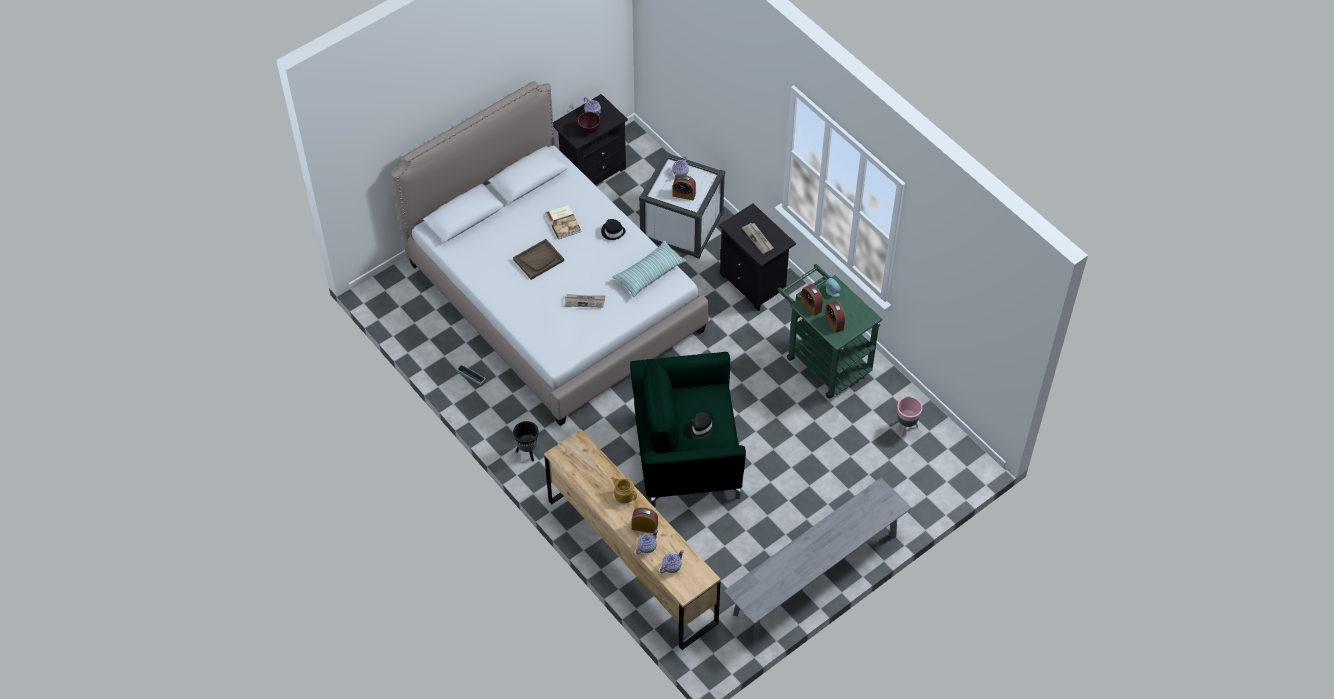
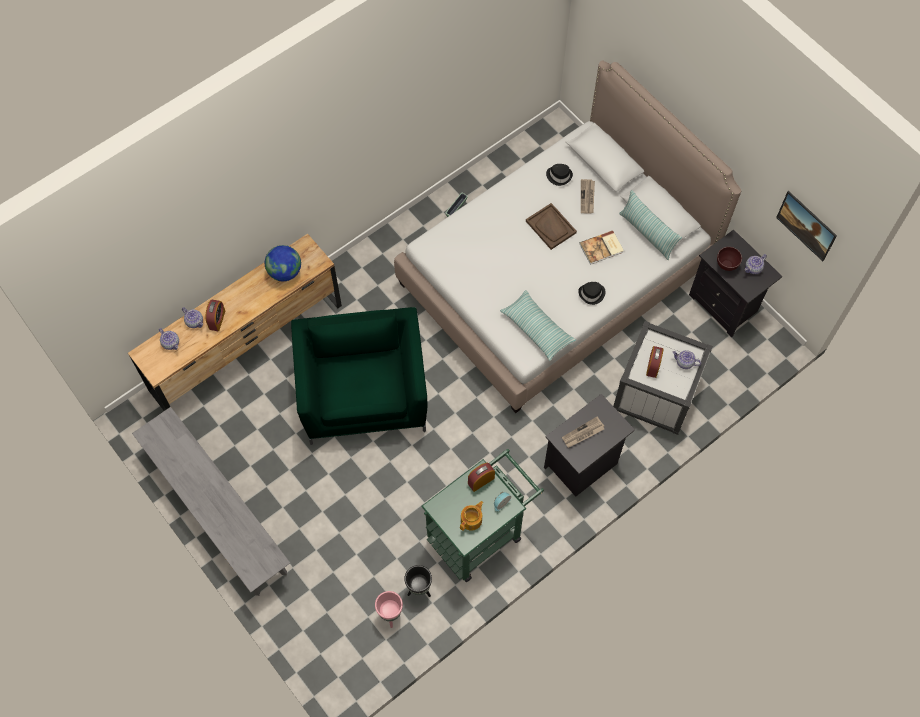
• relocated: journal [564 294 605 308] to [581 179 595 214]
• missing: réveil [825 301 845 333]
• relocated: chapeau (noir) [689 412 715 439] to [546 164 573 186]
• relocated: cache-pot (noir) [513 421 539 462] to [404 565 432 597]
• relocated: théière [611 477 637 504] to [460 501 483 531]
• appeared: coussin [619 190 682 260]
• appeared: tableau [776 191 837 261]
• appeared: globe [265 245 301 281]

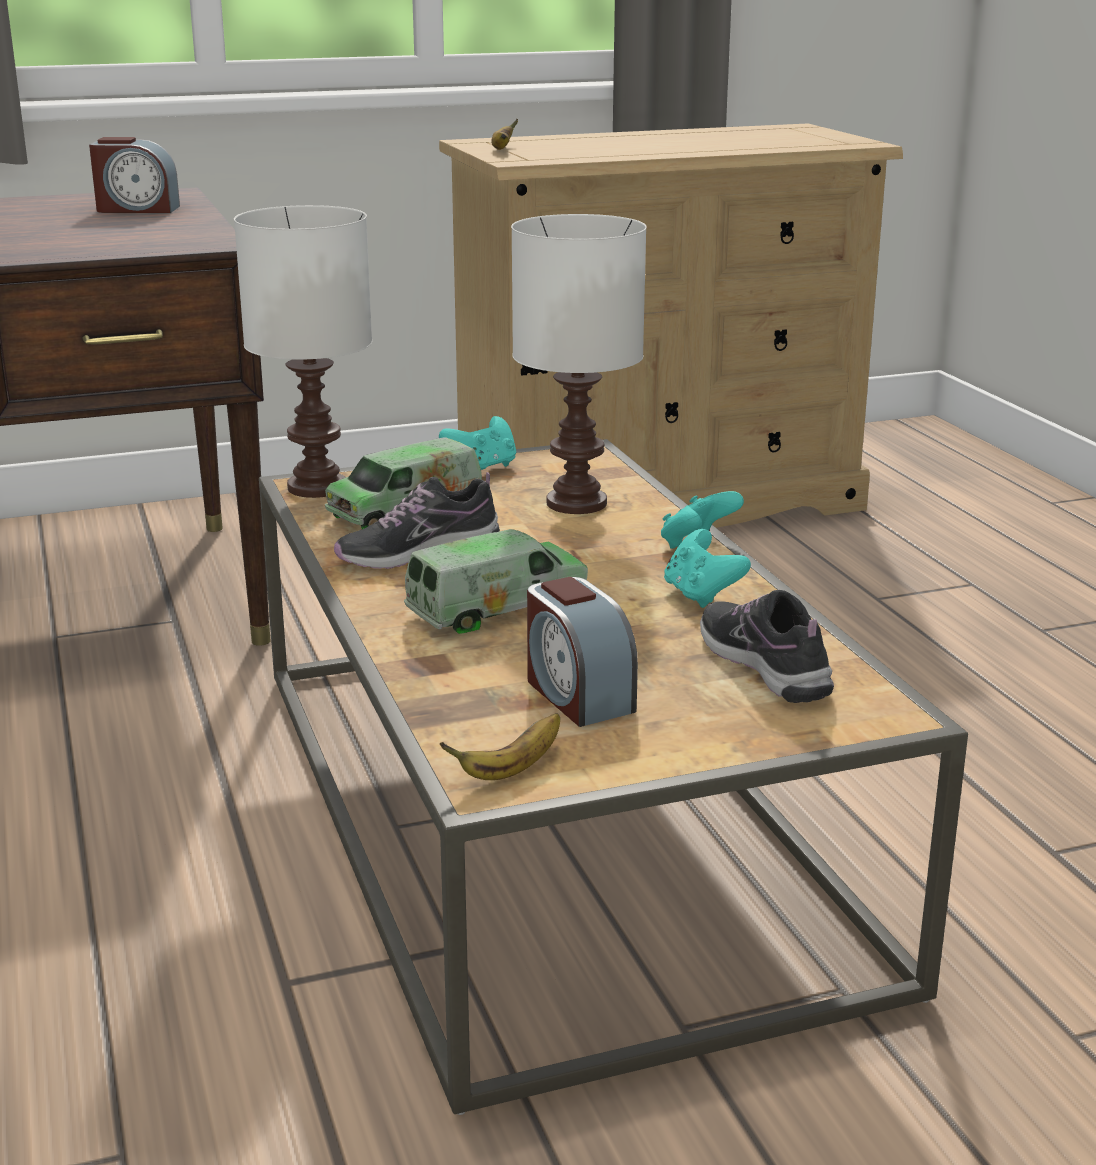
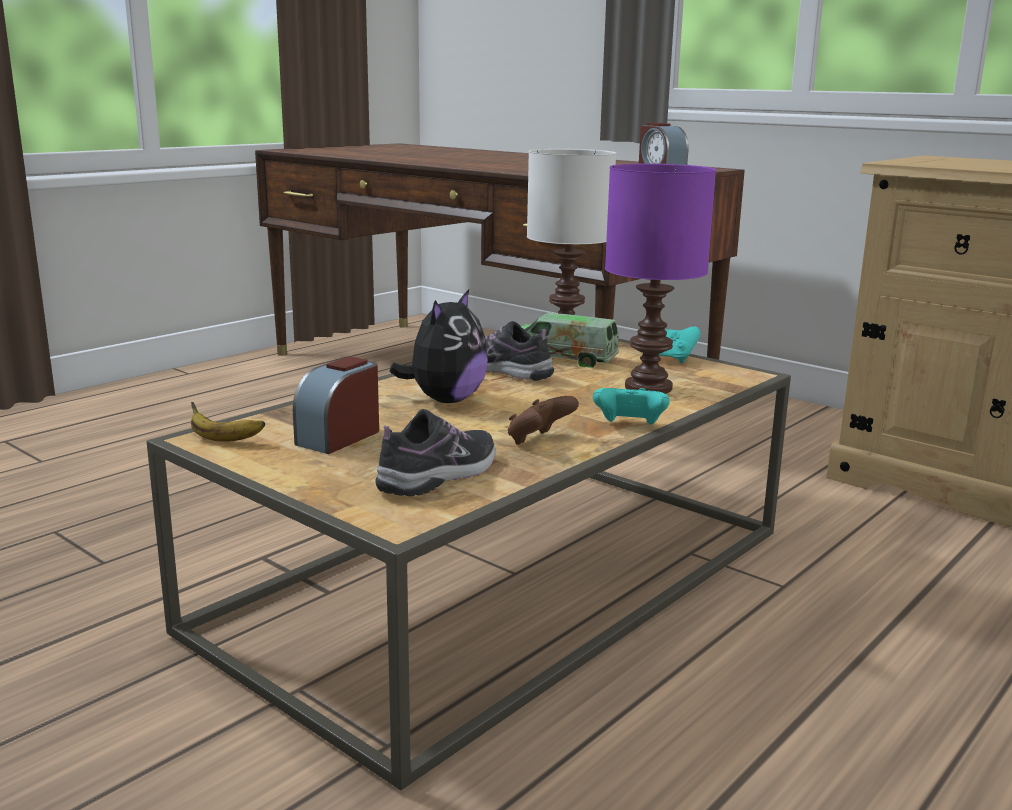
• missing: banane [491 119 518 150]
• colour: lampe de table (blanc) [511 214 647 514] to lampe de table (violet) [605 164 716 394]
• exchanged: camion jouet [404 529 588 634] to peluche [389 289 488 403]
• colour: manette (turquoise) [664 529 751 608] to manette (marron) [508 396 579 445]

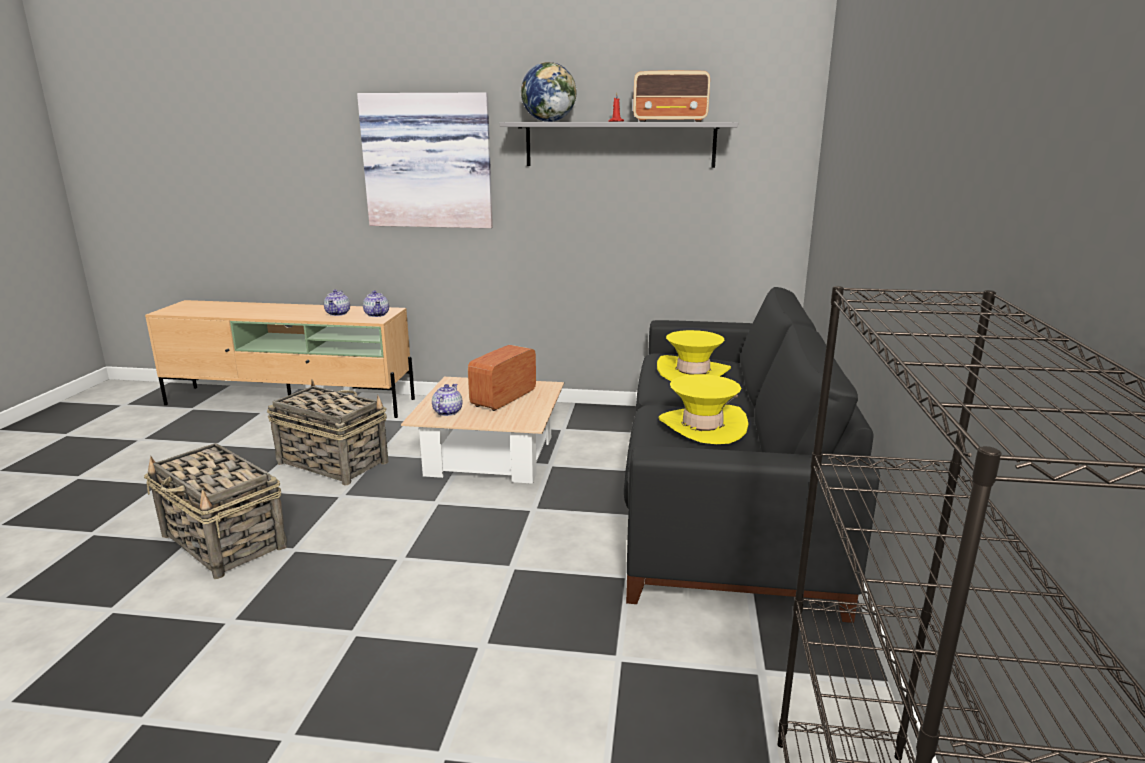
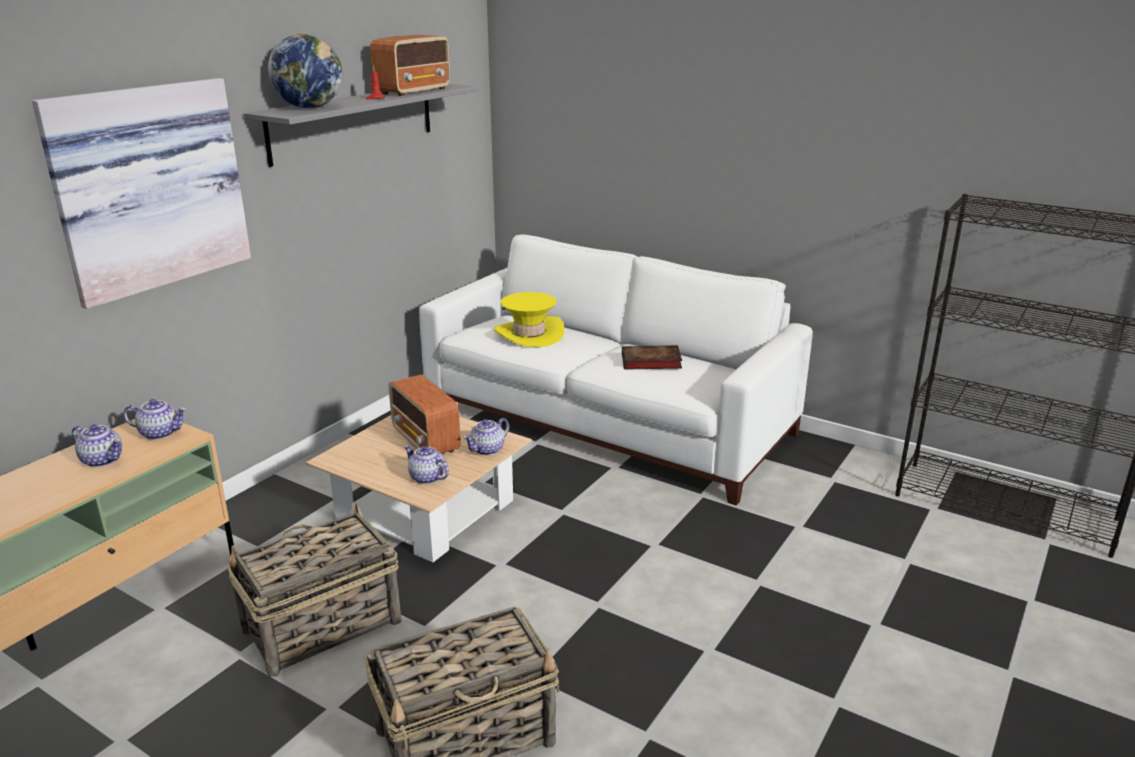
• colour: canapé (noir) [624 287 880 623] to canapé (blanc) [419 234 813 506]
• exchanged: chapeau (jaune) [659 374 748 444] to livre [622 345 682 370]
• appeared: théière [463 418 509 455]

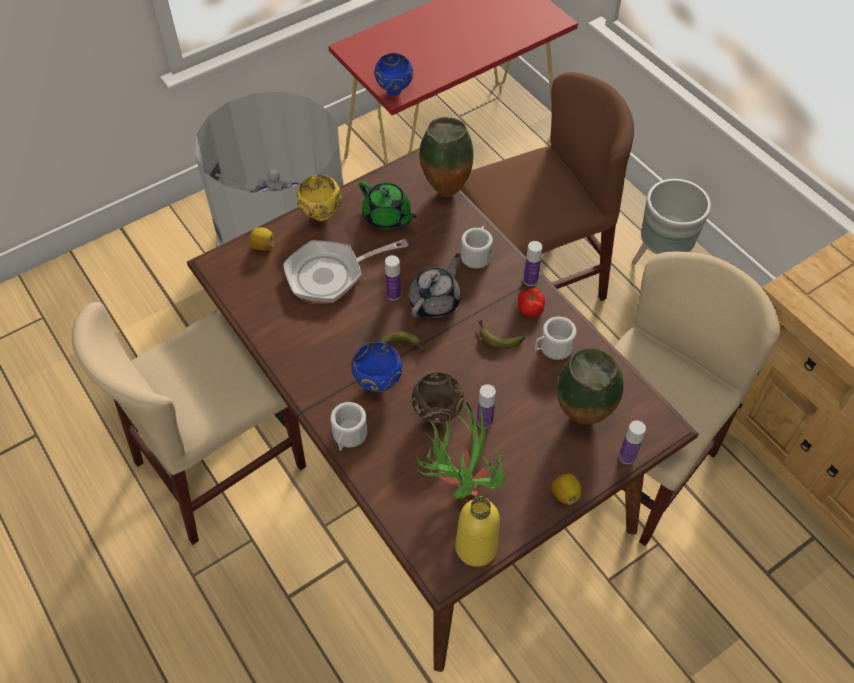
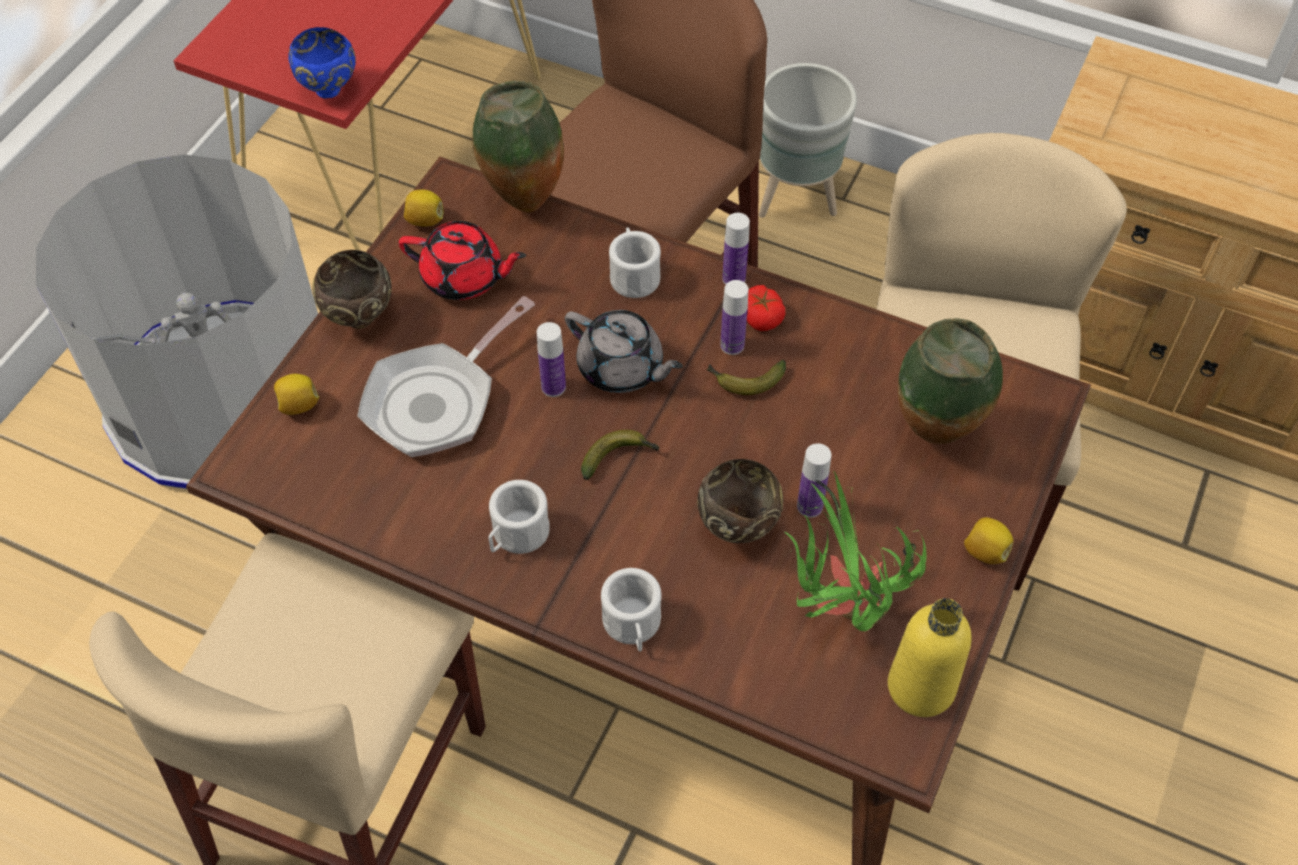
• colour: bol (jaune) [296 175 342 221] to bol (marron) [312 250 392 329]
• colour: théière (vert) [359 181 417 230] to théière (rouge) [399 221 526 300]
• spun: théière (gris) [409 253 461 318] = [565 310 683 393] 120 degrees clockwise
• relocated: mug (blanc) [535 316 577 360] to [488 480 550 554]
• missing: bol (bleu) [351 342 402 392]
• relocated: bouteille [619 420 646 464] to [720 280 749 355]
• appeared: citron [404 189 443 226]

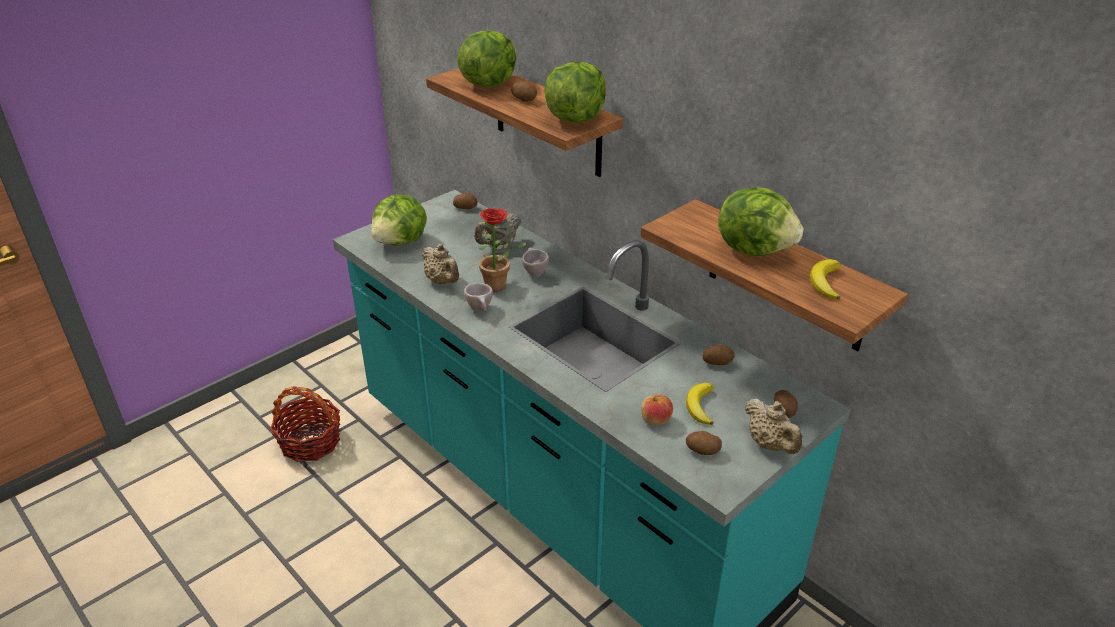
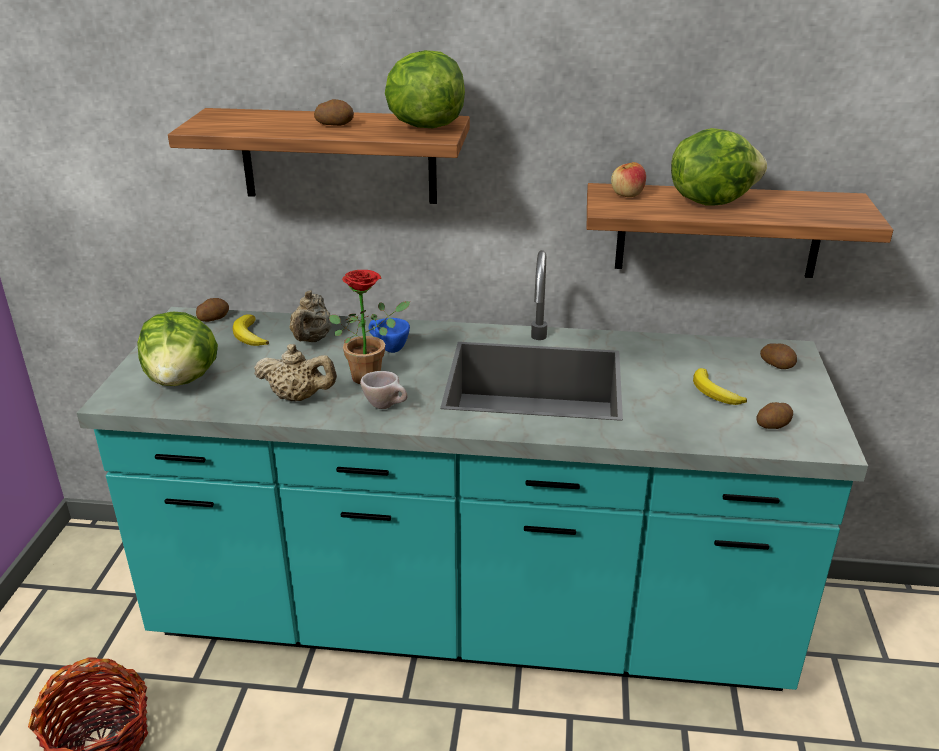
• missing: laitue [457 31 516 87]
• colour: tasse (beige) [522 247 549 277] to tasse (bleu) [369 318 410 353]
• relocated: banane [810 259 841 300] to [233 315 269 346]
• missing: pomme de terre [702 344 735 365]
• relocated: pomme [641 394 673 426] to [611 162 646 197]
• missing: théière (beige) [745 398 802 454]

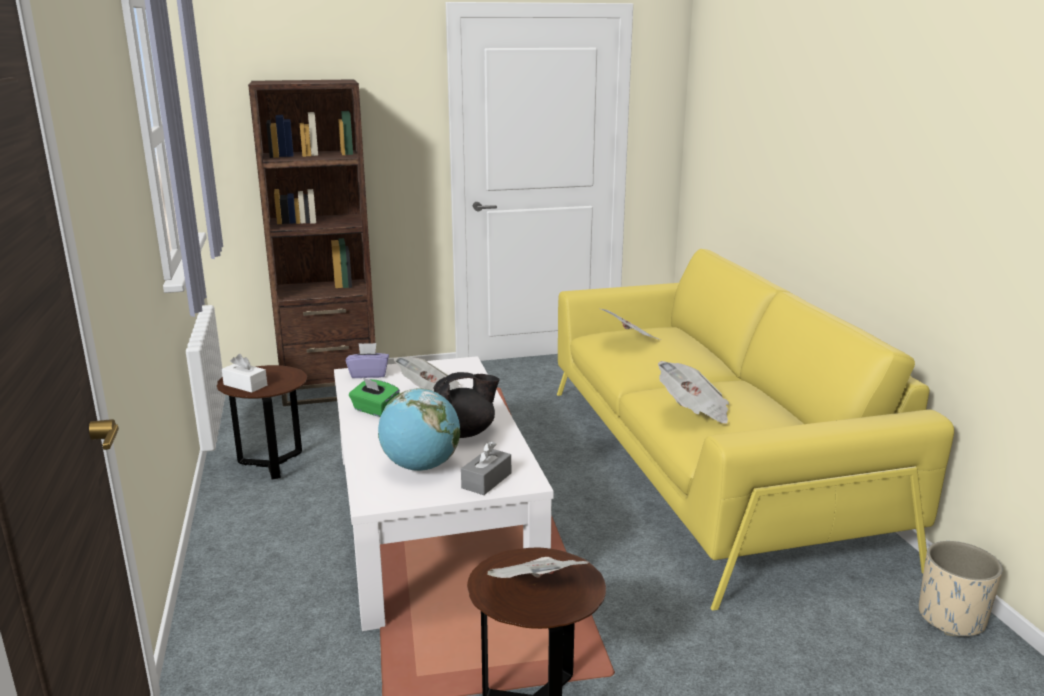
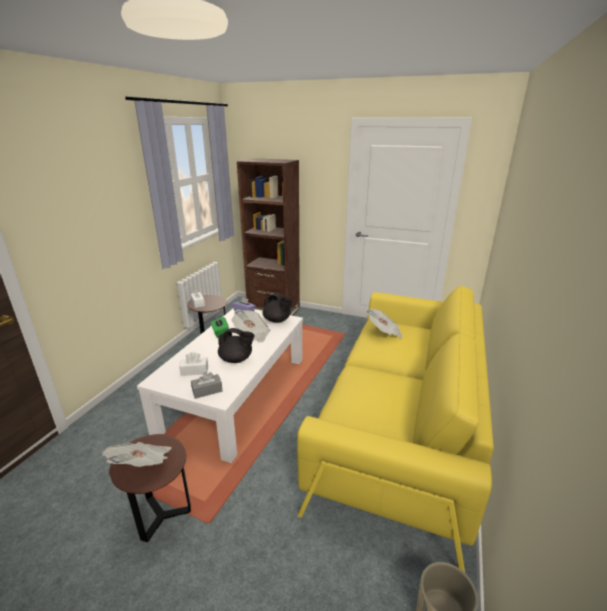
• missing: journal [658 361 729 424]
• exchanged: globe [378 388 460 471] to boîte à mouchoirs (blanc) [179 352 208 376]
• appeared: théière (noir) [263 293 292 323]

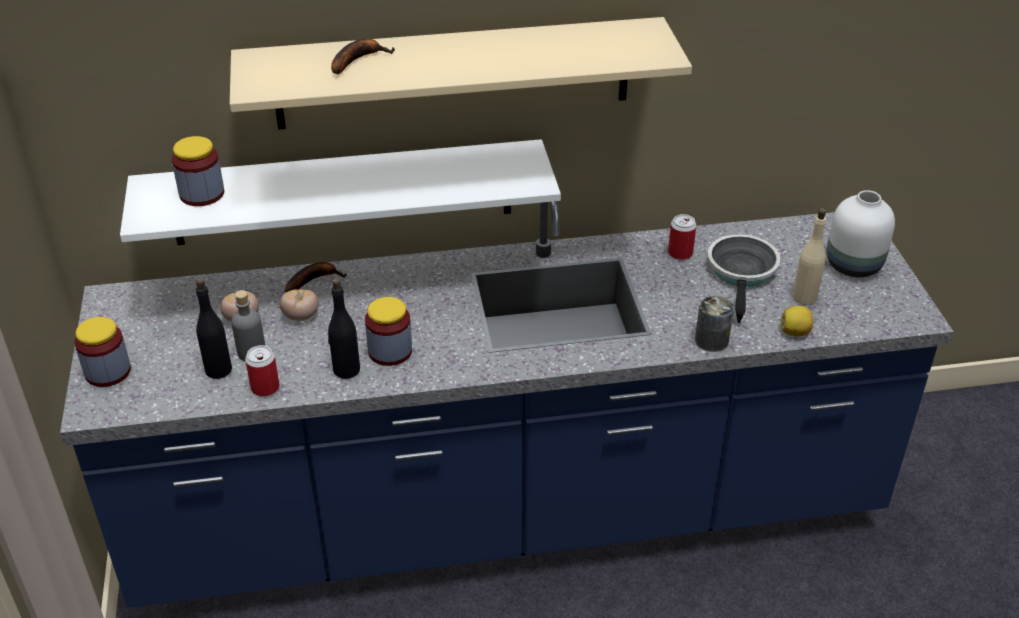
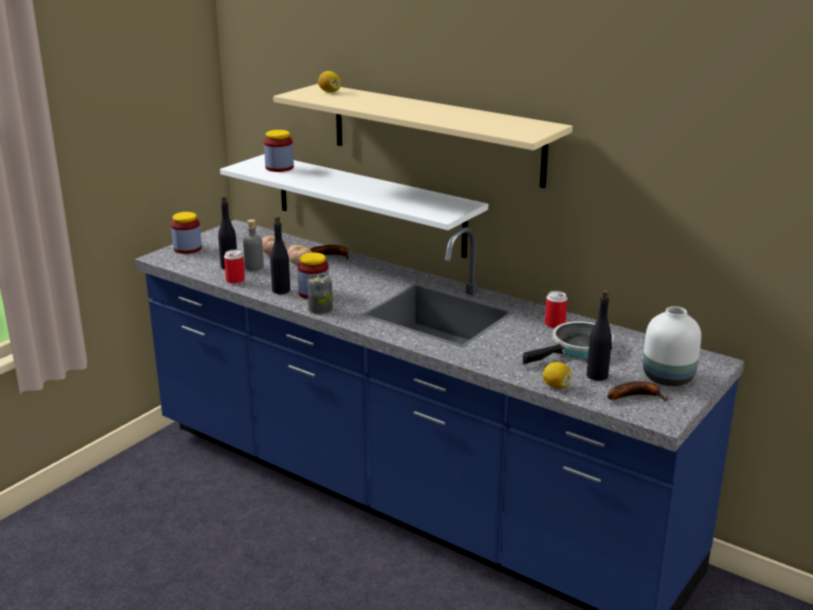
• relocated: banane [331 39 395 74] to [607 381 668 402]
• colour: bouteille (beige) [792 208 826 305] to bouteille (noir) [587 290 612 381]
• relocated: boîte métallique [695 295 734 352] to [307 274 333 314]
• appeared: citron [318 71 341 92]

